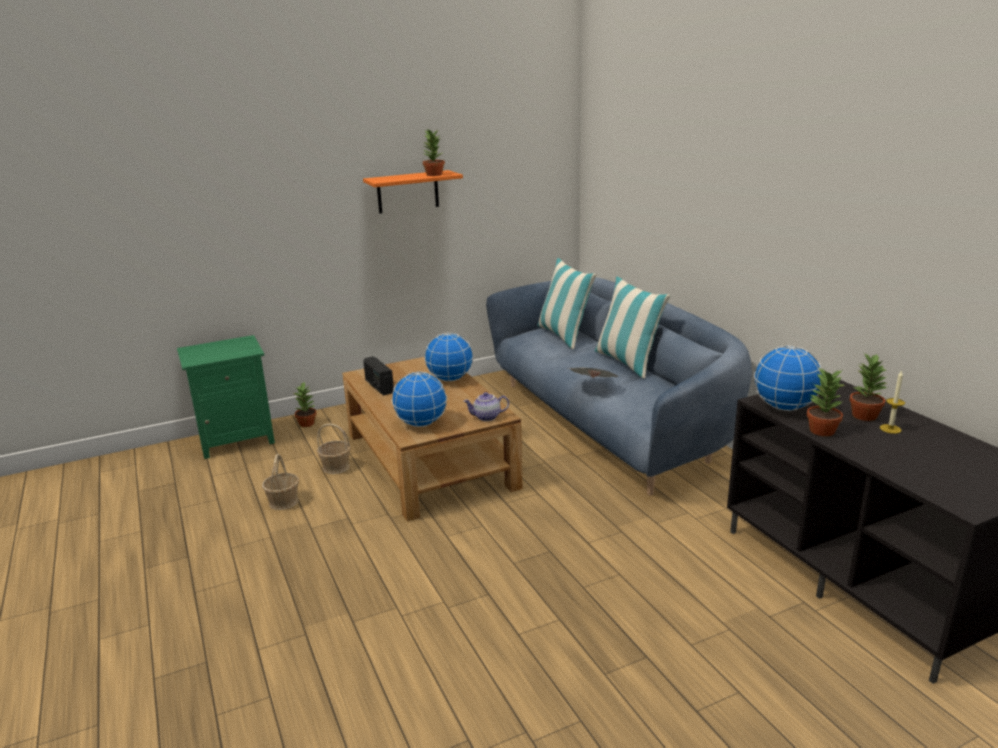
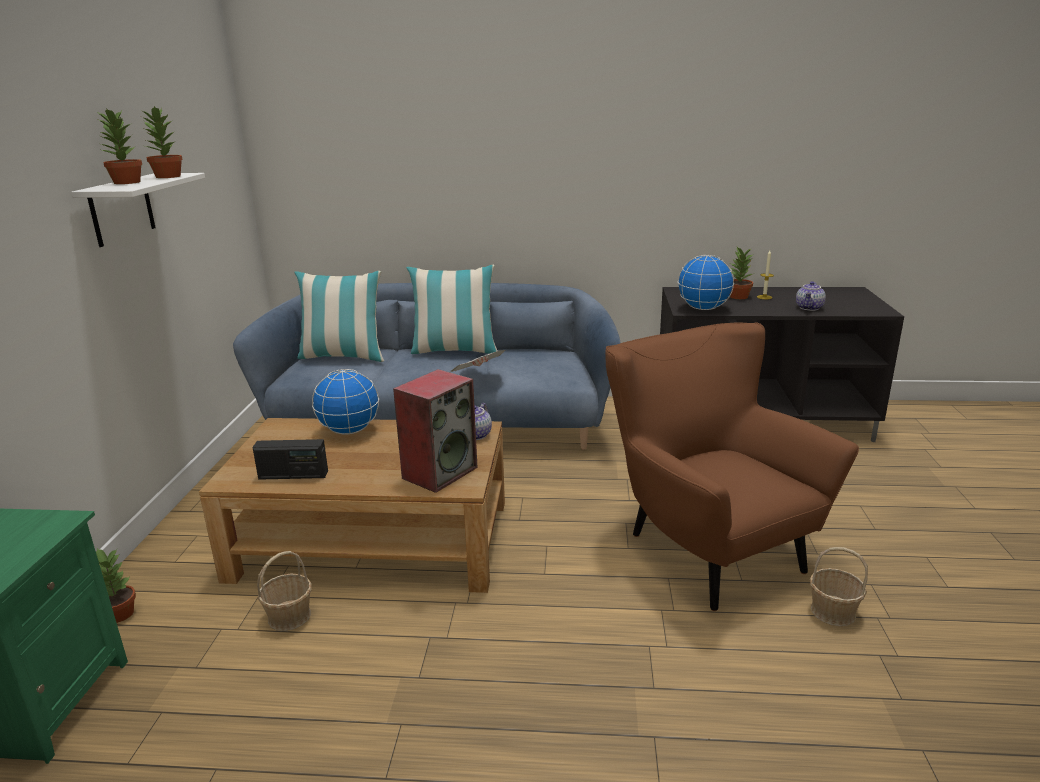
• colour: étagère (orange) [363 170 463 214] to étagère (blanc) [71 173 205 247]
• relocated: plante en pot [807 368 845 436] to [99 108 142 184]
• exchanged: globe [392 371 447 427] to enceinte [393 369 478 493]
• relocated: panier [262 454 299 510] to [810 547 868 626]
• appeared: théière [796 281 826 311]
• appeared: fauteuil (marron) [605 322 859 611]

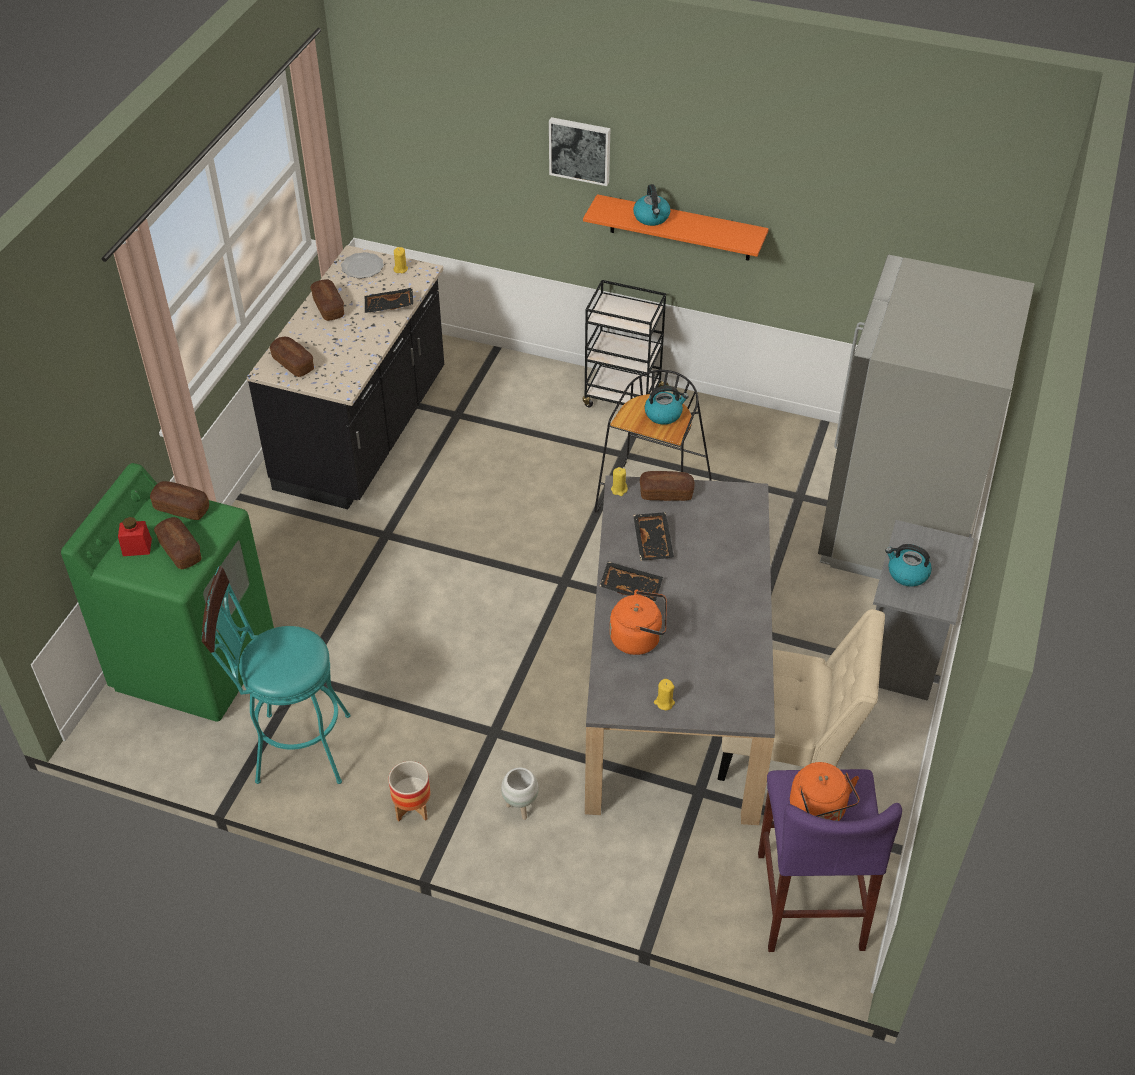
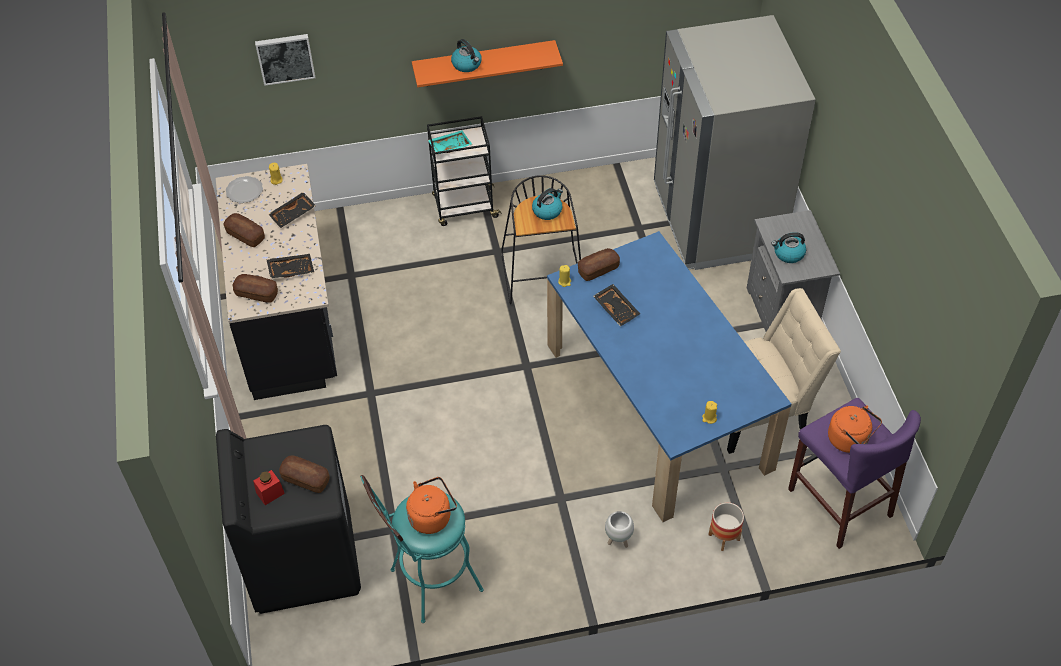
• relocated: tableau [549 117 610 186] to [255 34 315 86]
• colour: lave-linge (vert) [61 463 274 722] to lave-linge (noir) [216 425 361 614]
• colour: table à manger (gris) [585 475 775 825] to table à manger (bleu) [547 231 791 522]
• missing: pain [150 481 209 520]
• relocated: plateau (noir) [600 562 663 603] to [266 254 314 278]
• relocated: bouilloire (orange) [610 589 667 655] to [406 477 457 534]
• relocated: cache-pot [389 761 430 821] to [708 503 744 551]
• appeared: plateau (turquoise) [428 130 473 154]

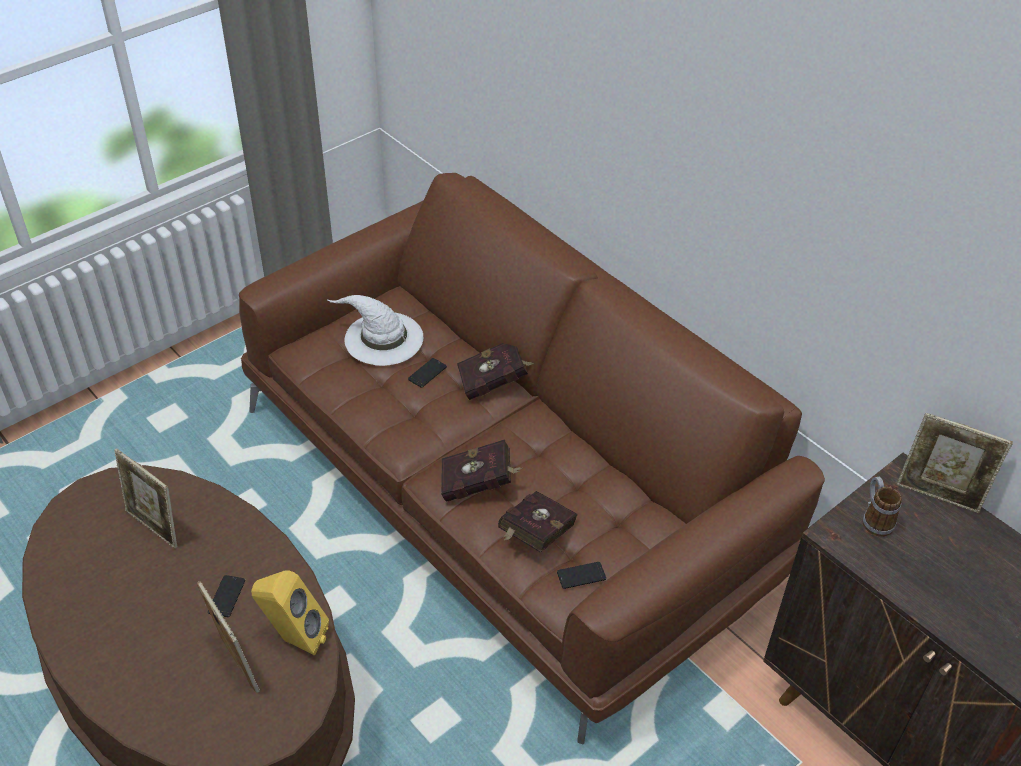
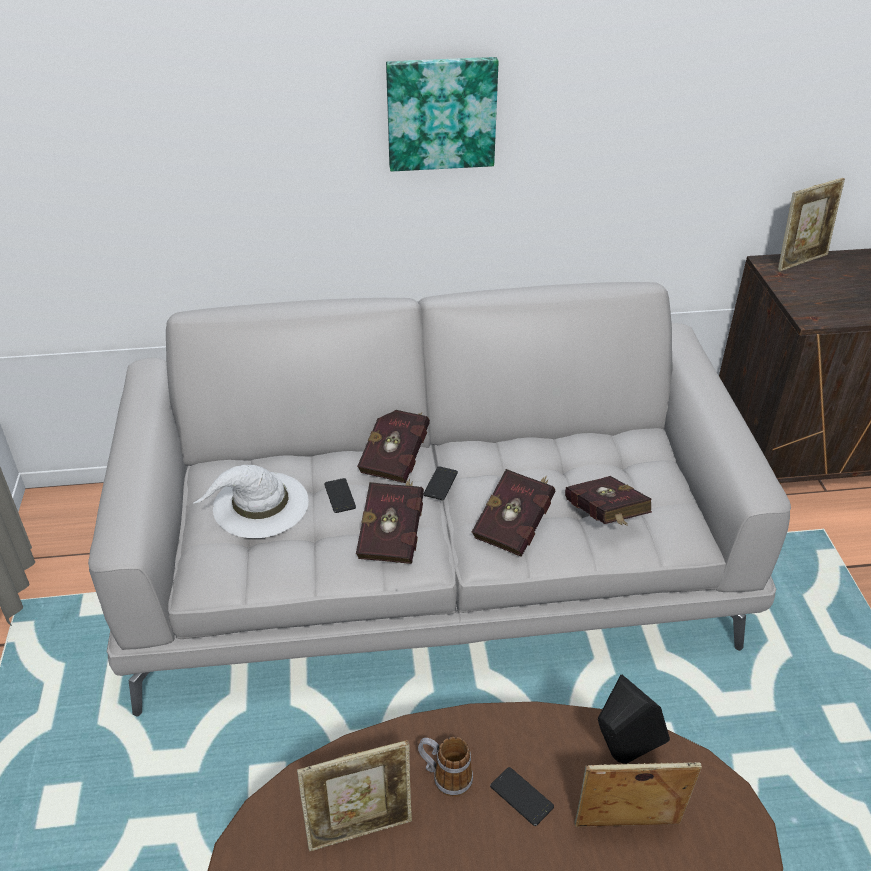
• colour: canapé (marron) [239 173 825 744] to canapé (gris) [88 282 791 717]
• relocated: mug [862 477 902 537] to [418 737 473 797]
• relocated: téléphone [557 562 606 589] to [423 466 458 500]
• colour: enceinte (jaune) [251 571 329 656] to enceinte (noir) [598 675 670 764]
• appeared: tableau [386 57 499 172]
• appeared: livre (rouge) [356 478 424 564]

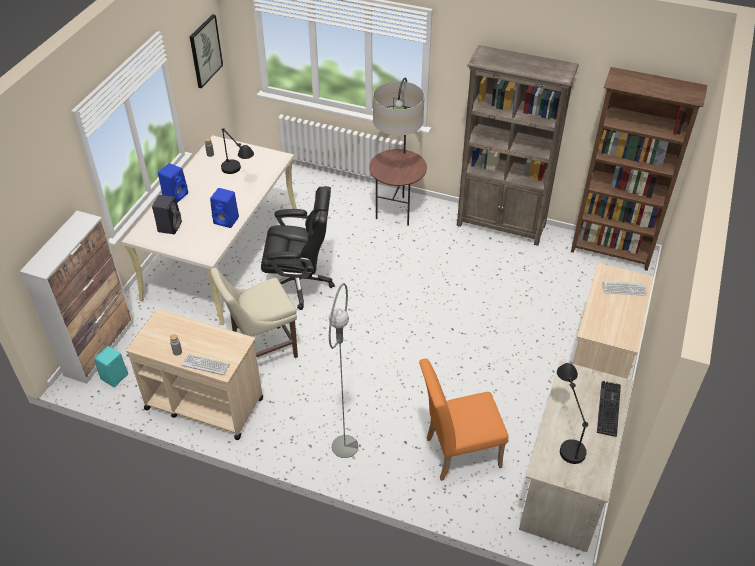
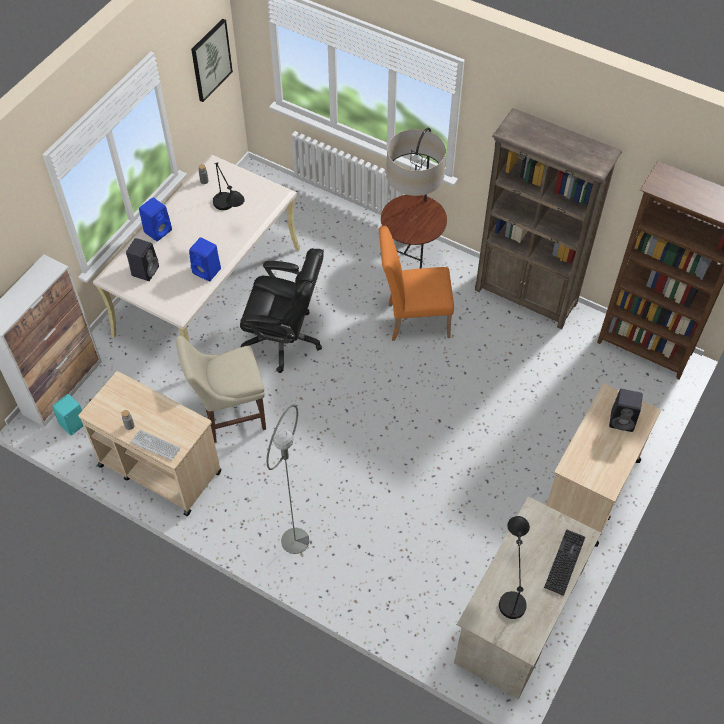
• exchanged: clavier [602 281 647 296] to enceinte (noir) [609 389 643 432]
• relocated: chaise (orange) [419 358 508 481] to [379 226 454 341]

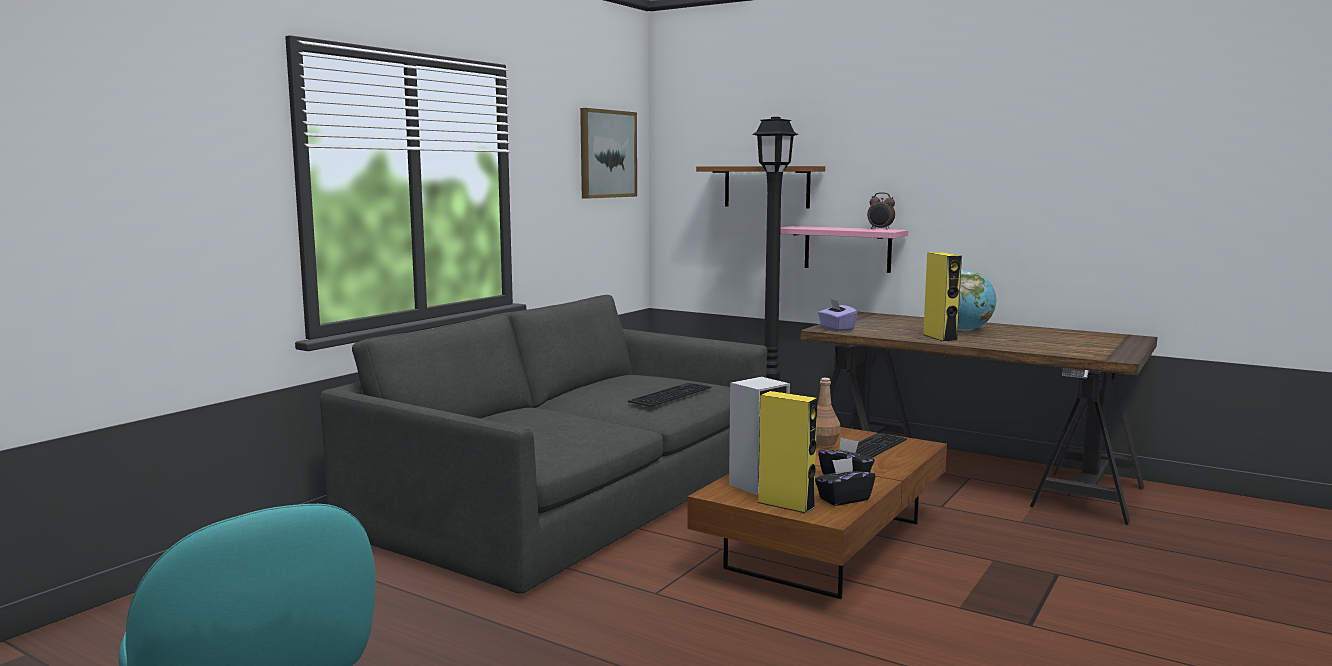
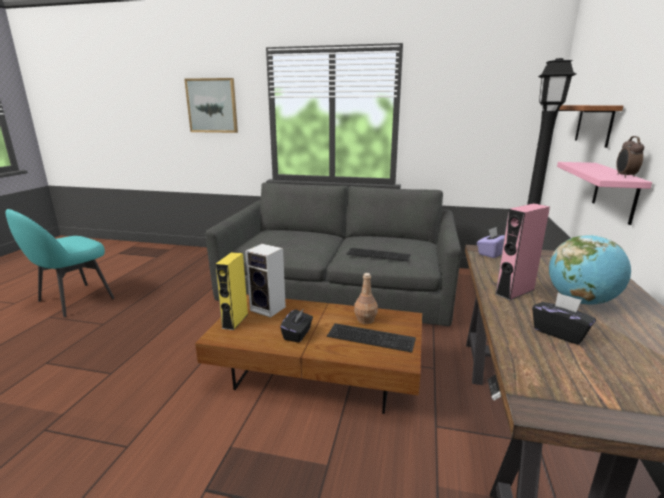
• relocated: tableau [580 108 637 199] to [184 78 238 133]
• colour: enceinte (jaune) [923 252 962 342] to enceinte (rose) [496 203 550 300]
• relocated: boîte à mouchoirs (noir) [815 457 876 506] to [532 293 596 345]

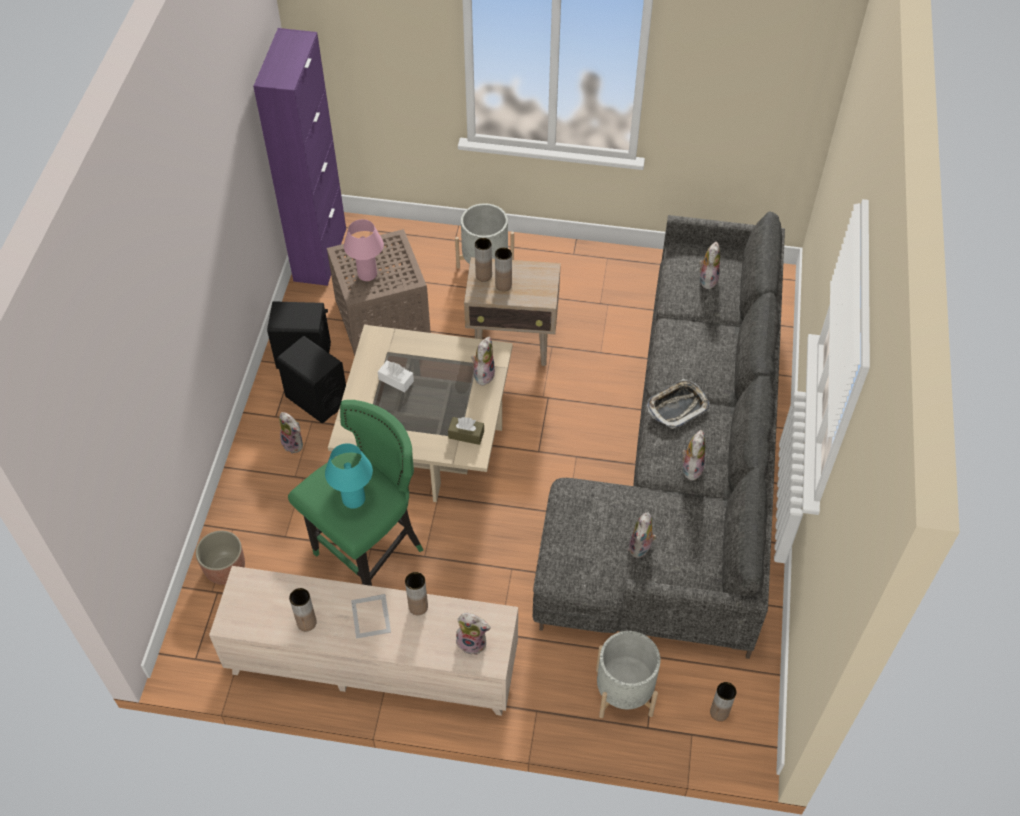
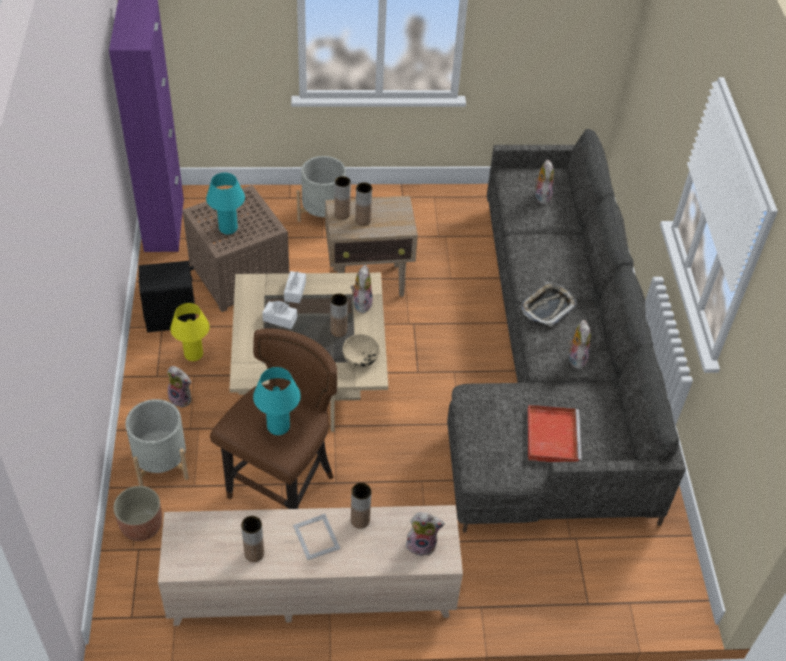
• colour: lampe de table (rose) [344 219 384 281] to lampe de table (turquoise) [206 173 245 234]
• exchanged: enceinte (noir) [277 336 346 423] to lampe de table (jaune) [170 303 210 361]
• colour: tabouret (vert) [288 400 423 586] to tabouret (marron) [210 328 337 509]
• exchanged: boîte à mouchoirs (marron) [448 417 484 445] to bol (beige) [343 334 379 368]
• exchanged: peluche [628 512 657 558] to plateau (rouge) [527 405 582 462]
• relocated: cache-pot (gris) [596 631 661 718] to [125 399 189 486]
• relocated: vase (marron) [710 682 736 721] to [330 294 348 337]
• appeared: boîte à mouchoirs (blanc) [284 271 306 303]

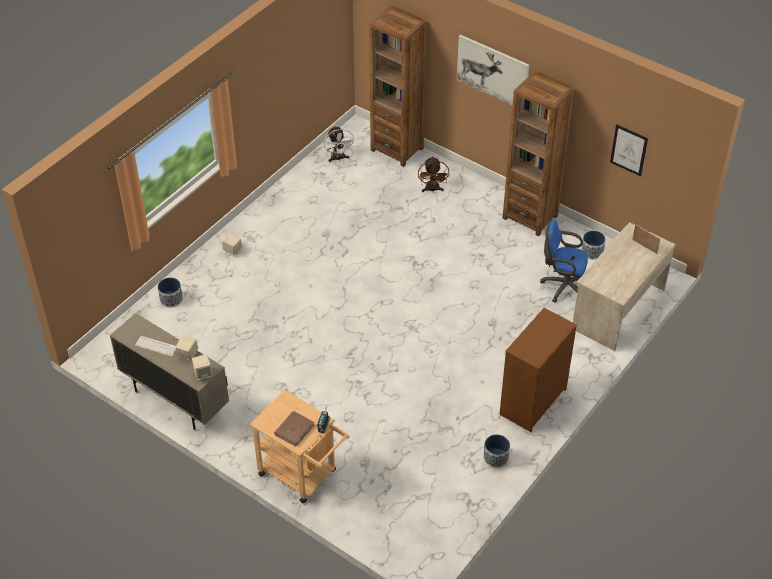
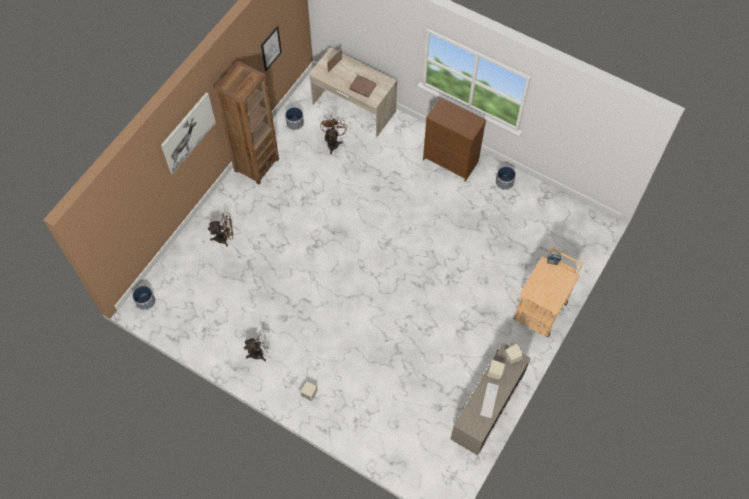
• missing: bibliothèque (marron) [369 5 427 167]
• relocated: ventilateur (blanc) [324 126 355 162] to [244 327 272 361]
• exchanged: chaise de bureau (bleu) [540 220 588 303] to ventilateur (marron) [320 116 347 154]
• relocated: cache-pot [158 278 183 308] to [133 286 155 310]
• relocated: livre (marron) [274 411 314 447] to [349 75 377 98]

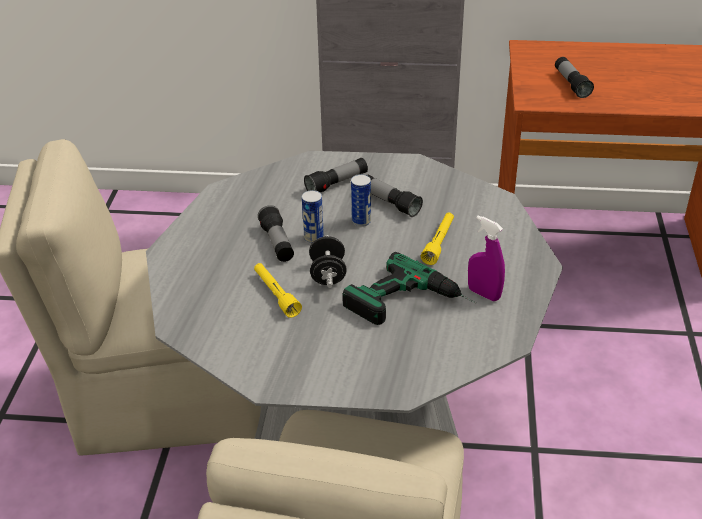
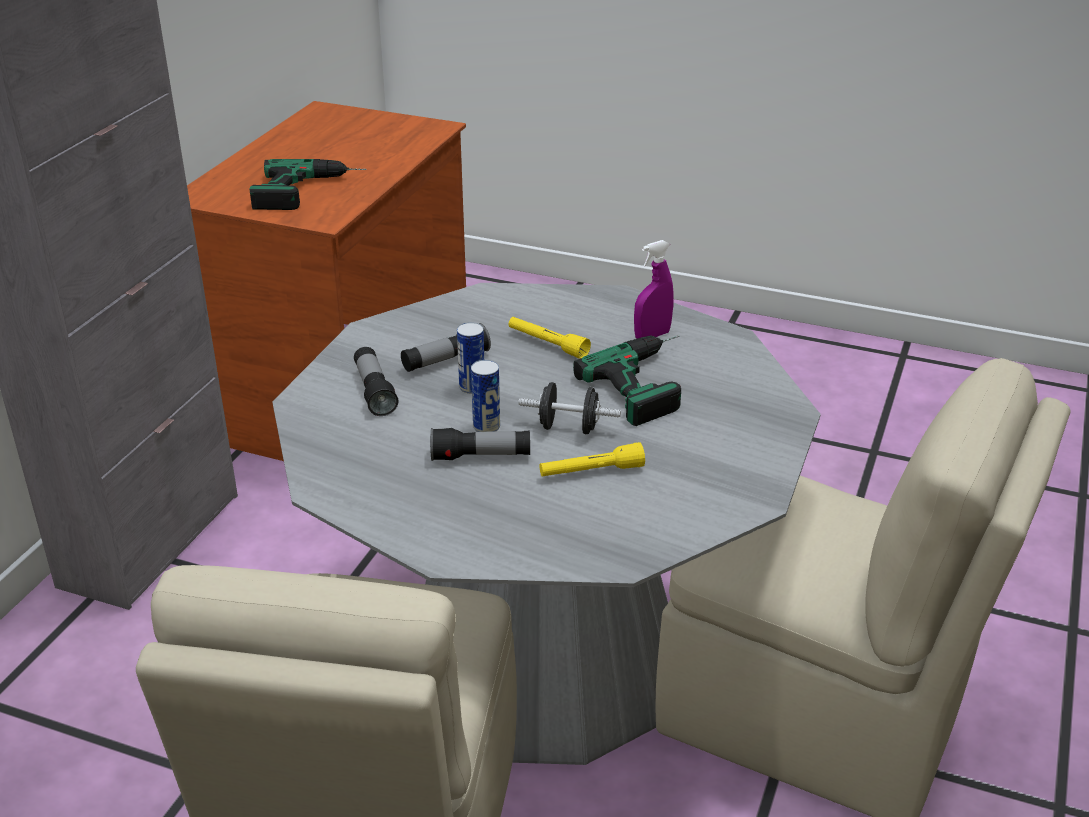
• exchanged: lampe de poche [555 57 594 98] to perceuse [249 159 367 210]

